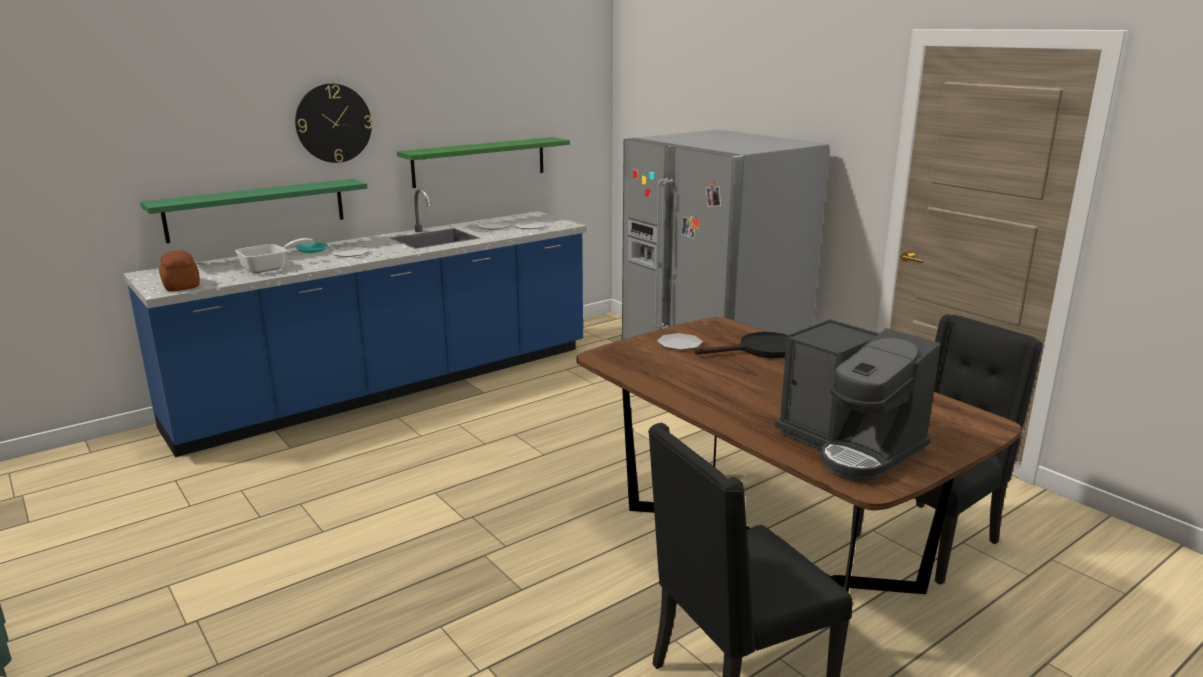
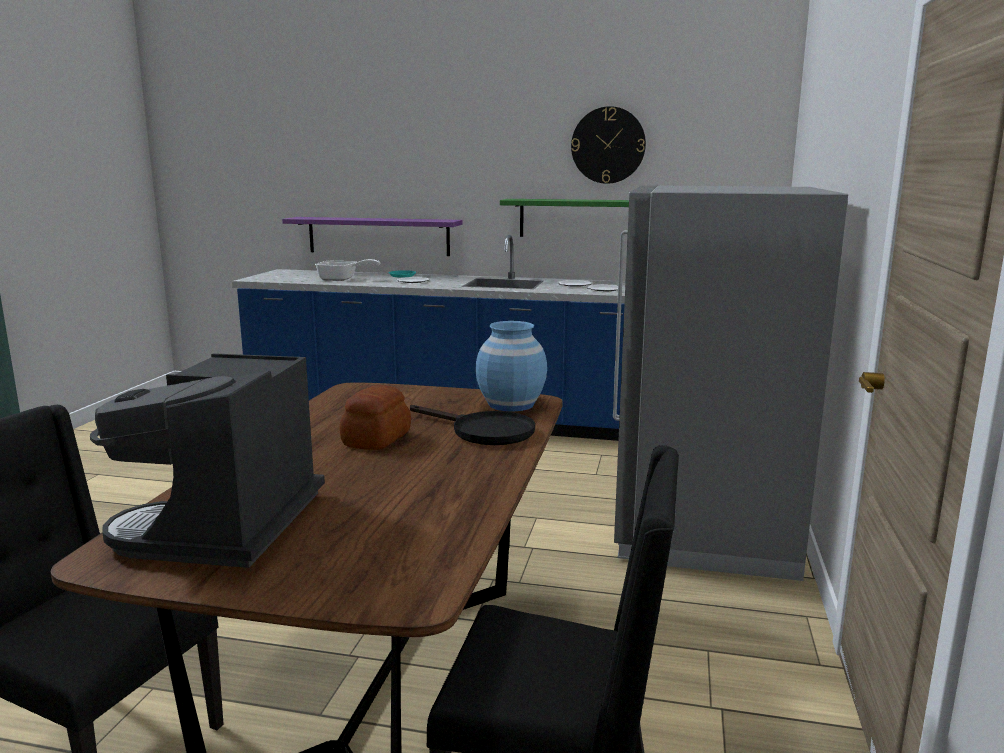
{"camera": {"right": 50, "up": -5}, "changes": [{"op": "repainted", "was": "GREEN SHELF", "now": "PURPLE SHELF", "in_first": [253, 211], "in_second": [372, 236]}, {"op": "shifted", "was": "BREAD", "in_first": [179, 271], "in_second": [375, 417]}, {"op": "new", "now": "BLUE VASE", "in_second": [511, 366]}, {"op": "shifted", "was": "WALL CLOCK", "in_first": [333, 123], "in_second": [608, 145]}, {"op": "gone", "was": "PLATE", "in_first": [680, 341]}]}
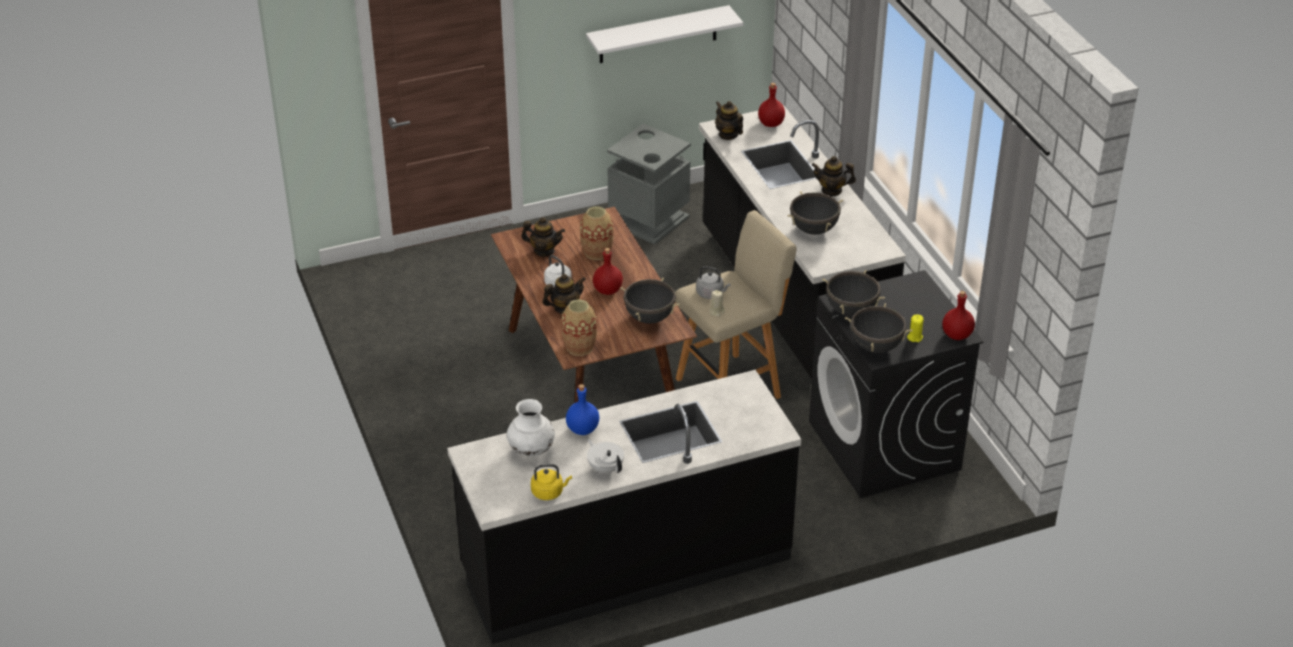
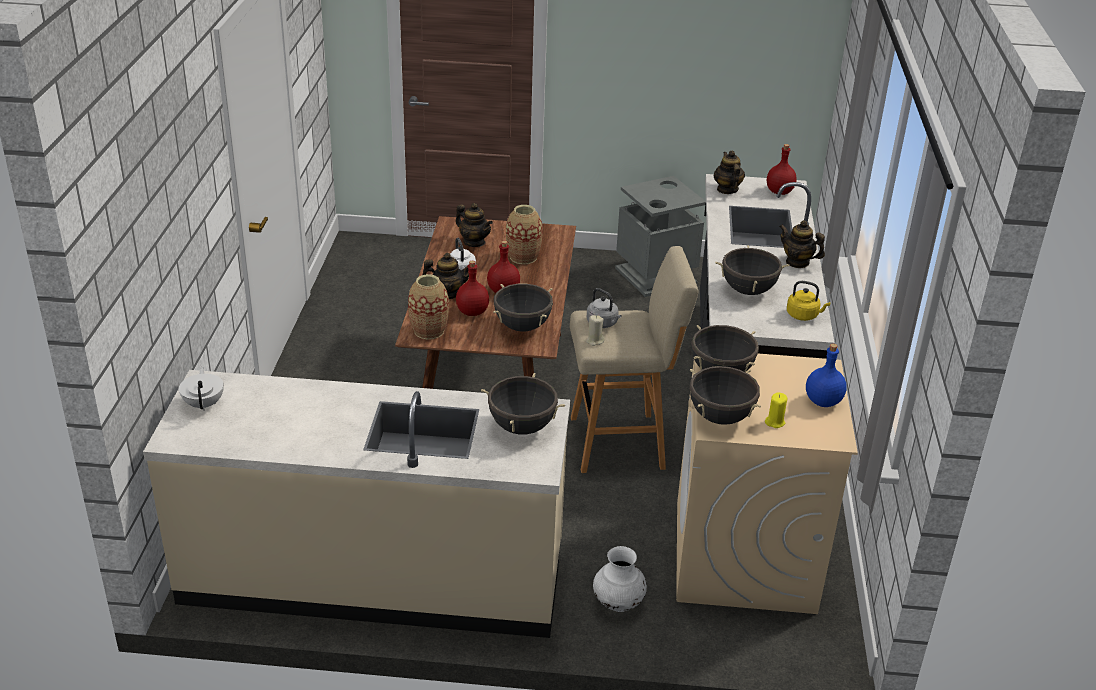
{"camera": {"right": 25, "up": -5}, "changes": [{"op": "repainted", "was": "BLACK COUNTER", "now": "BEIGE COUNTER", "in_first": [624, 507], "in_second": [356, 504]}, {"op": "shifted", "was": "WHITE TEAPOT", "in_first": [605, 456], "in_second": [201, 389]}, {"op": "shifted", "was": "RED BOTTLE", "in_first": [958, 315], "in_second": [472, 288]}, {"op": "new", "now": "BLACK COOKING POT", "in_second": [523, 404]}, {"op": "shifted", "was": "WHITE VASE", "in_first": [531, 428], "in_second": [620, 579]}, {"op": "repainted", "was": "BLACK WASHING MACHINE", "now": "BEIGE WASHING MACHINE", "in_first": [896, 384], "in_second": [767, 484]}, {"op": "shifted", "was": "YELLOW KETTLE", "in_first": [551, 482], "in_second": [808, 301]}, {"op": "shifted", "was": "BLUE BOTTLE", "in_first": [582, 409], "in_second": [826, 375]}, {"op": "gone", "was": "WHITE SHELF", "in_first": [664, 34]}]}
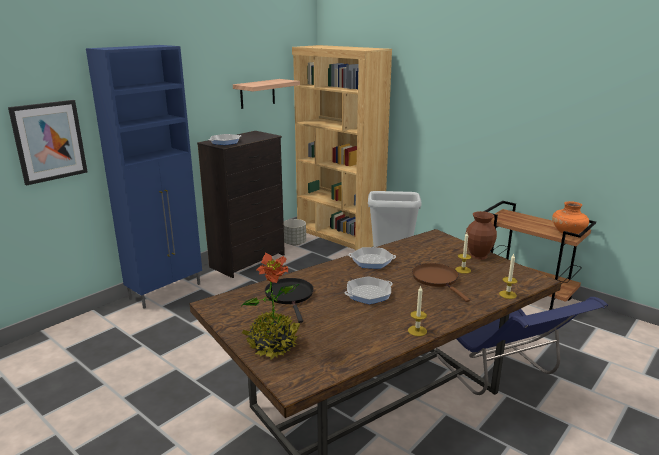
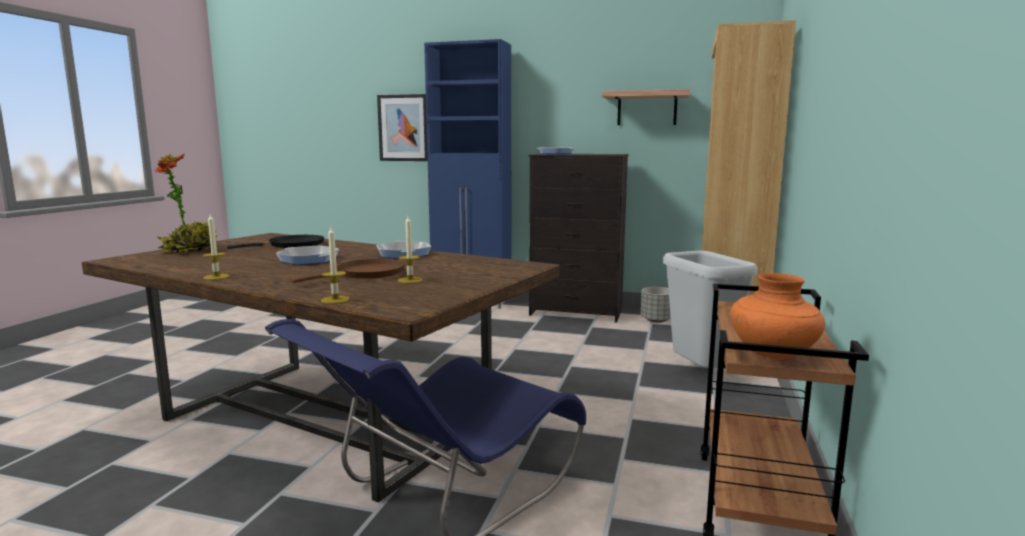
{"camera": {"right": 65, "up": -10}, "changes": [{"op": "gone", "was": "BROWN VASE", "in_first": [481, 235]}]}
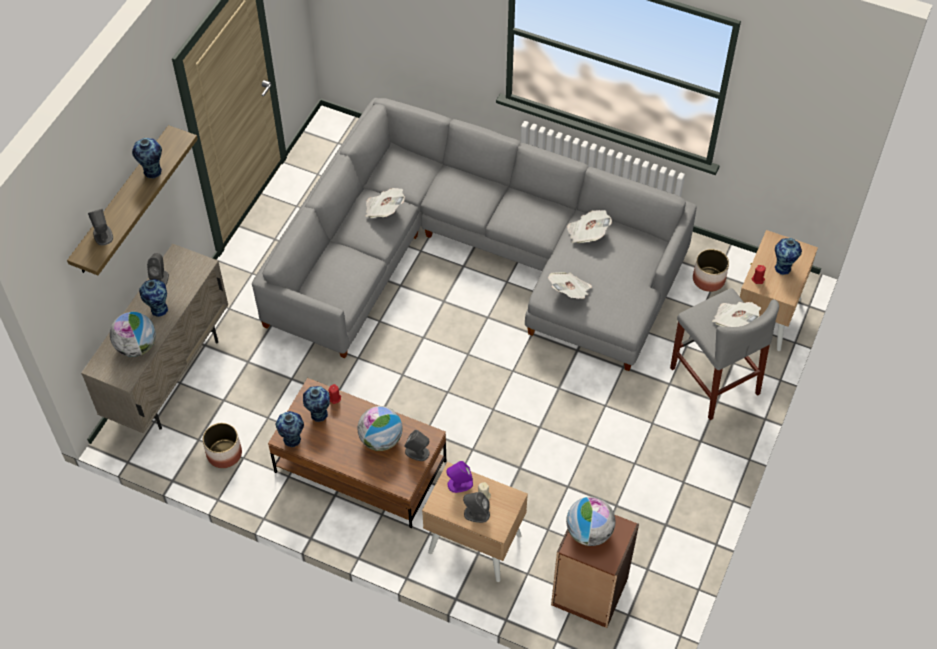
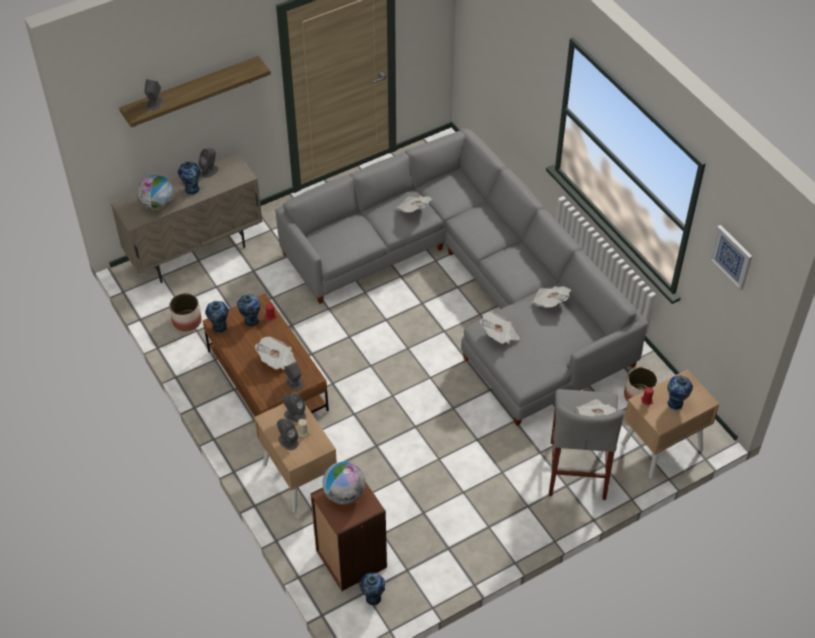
{"camera": {"right": 35, "up": -5}, "changes": [{"op": "swapped", "was": "GLOBE", "now": "NEWSPAPER", "in_first": [380, 428], "in_second": [275, 353]}, {"op": "repainted", "was": "PURPLE SPEAKER", "now": "GREY SPEAKER", "in_first": [459, 477], "in_second": [294, 407]}, {"op": "shifted", "was": "VASE", "in_first": [147, 158], "in_second": [372, 589]}, {"op": "new", "now": "PICTURE", "in_second": [730, 257]}]}
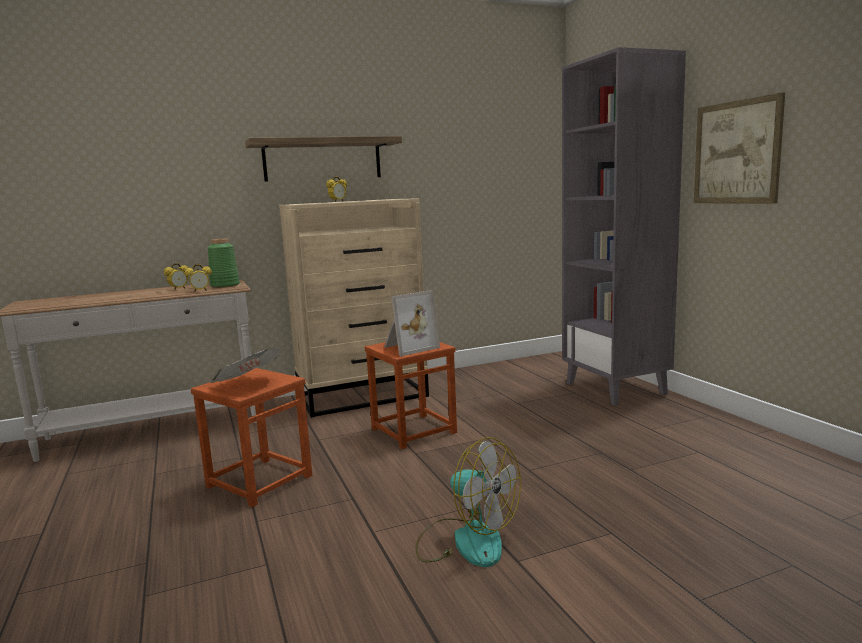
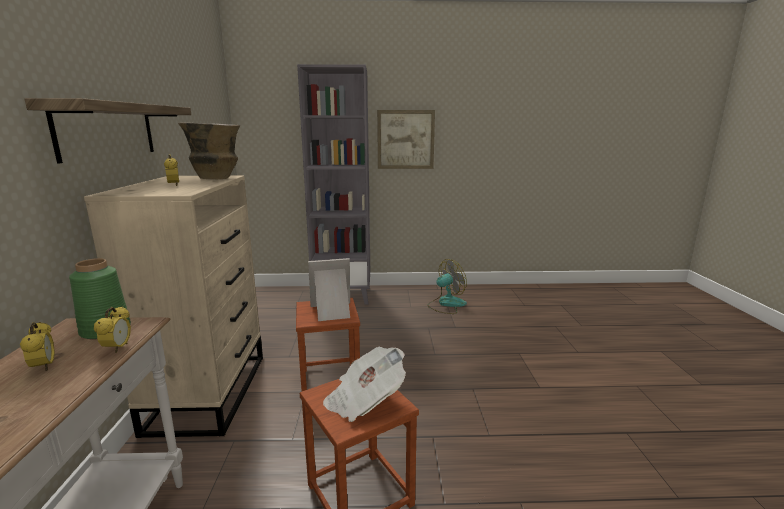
{"camera": {"right": -70, "up": 5}, "changes": [{"op": "new", "now": "VASE", "in_second": [209, 150]}, {"op": "rotated", "was": "PICTURE FRAME", "in_first": [412, 323], "in_second": [329, 289], "clockwise": -90}, {"op": "shifted", "was": "FAN", "in_first": [468, 502], "in_second": [447, 286]}]}
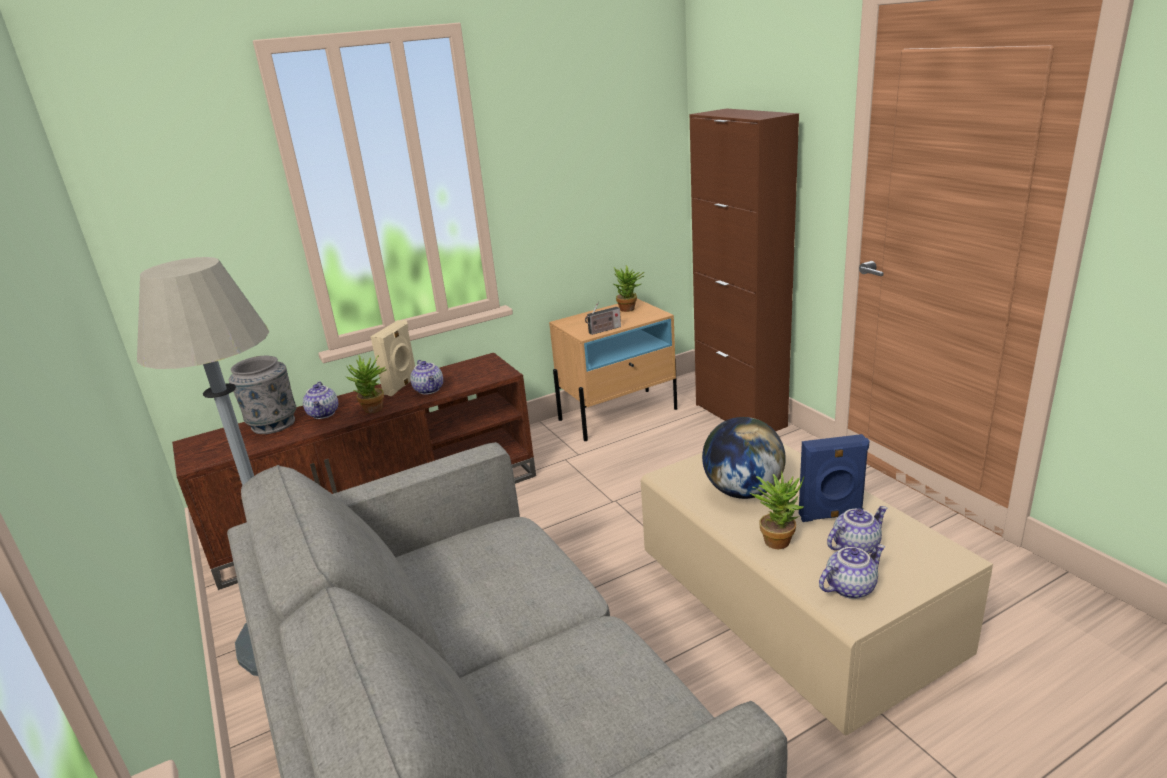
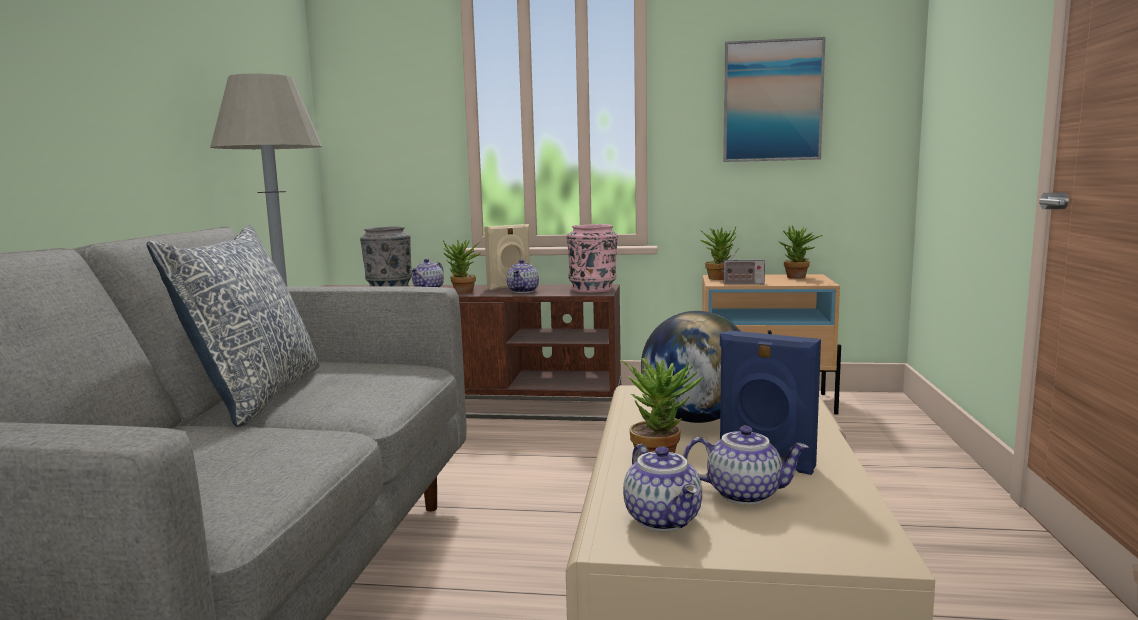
{"camera": {"right": 35, "up": -15}, "changes": [{"op": "new", "now": "PILLOW", "in_second": [233, 326]}, {"op": "new", "now": "PINK VASE", "in_second": [592, 258]}, {"op": "rotated", "was": "TEAPOT", "in_first": [852, 571], "in_second": [662, 487], "clockwise": 60}, {"op": "new", "now": "POTTED PLANT", "in_second": [717, 253]}, {"op": "new", "now": "PICTURE", "in_second": [774, 99]}, {"op": "gone", "was": "BROWN CABINET", "in_first": [744, 270]}]}
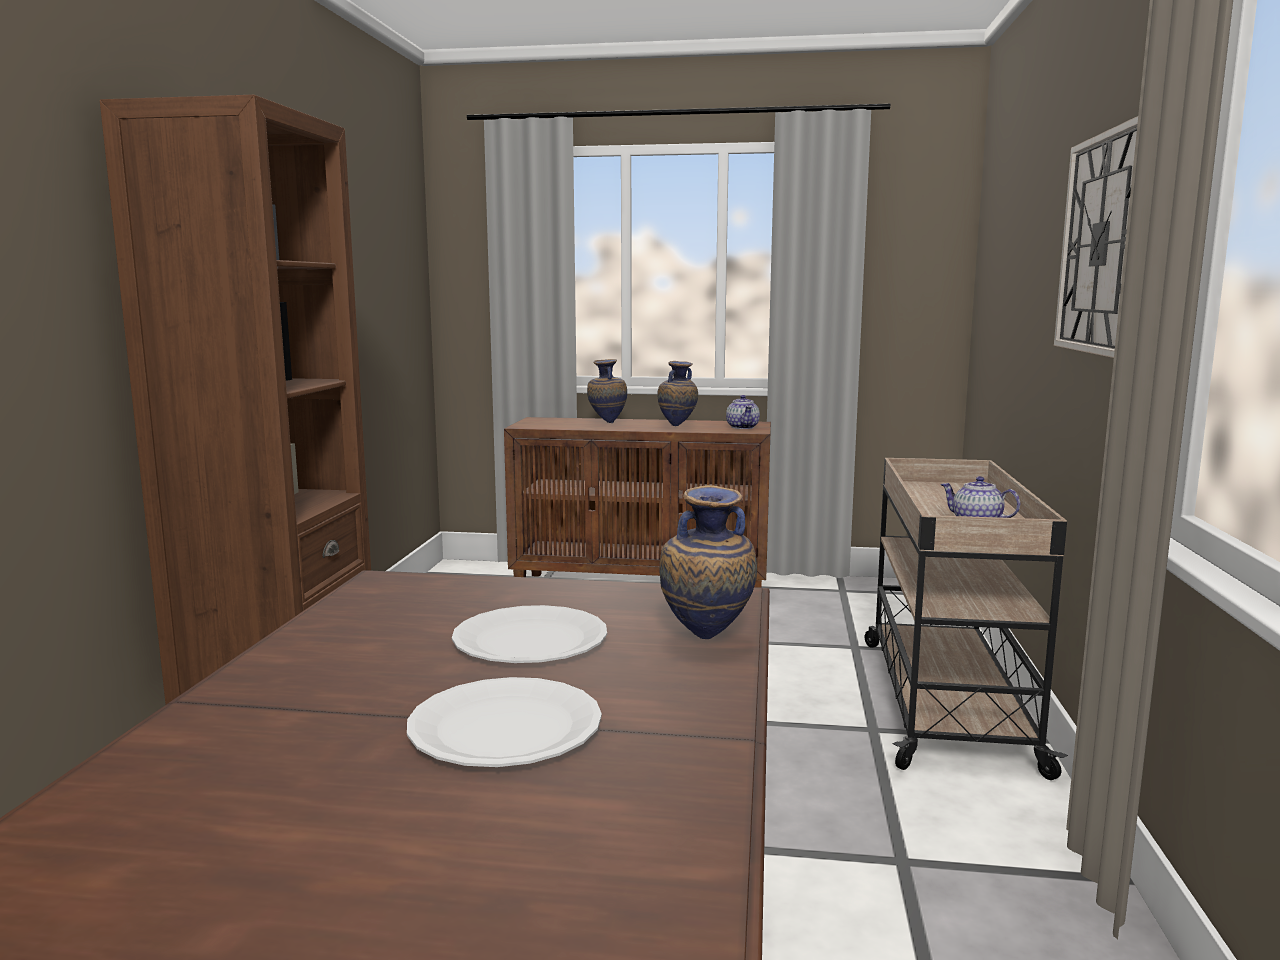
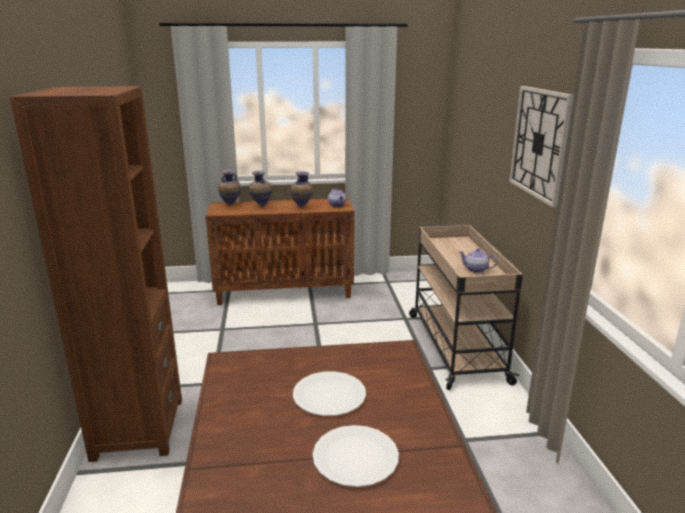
{"camera": {"right": -15, "up": 10}, "changes": [{"op": "shifted", "was": "VASE", "in_first": [708, 562], "in_second": [229, 187]}]}
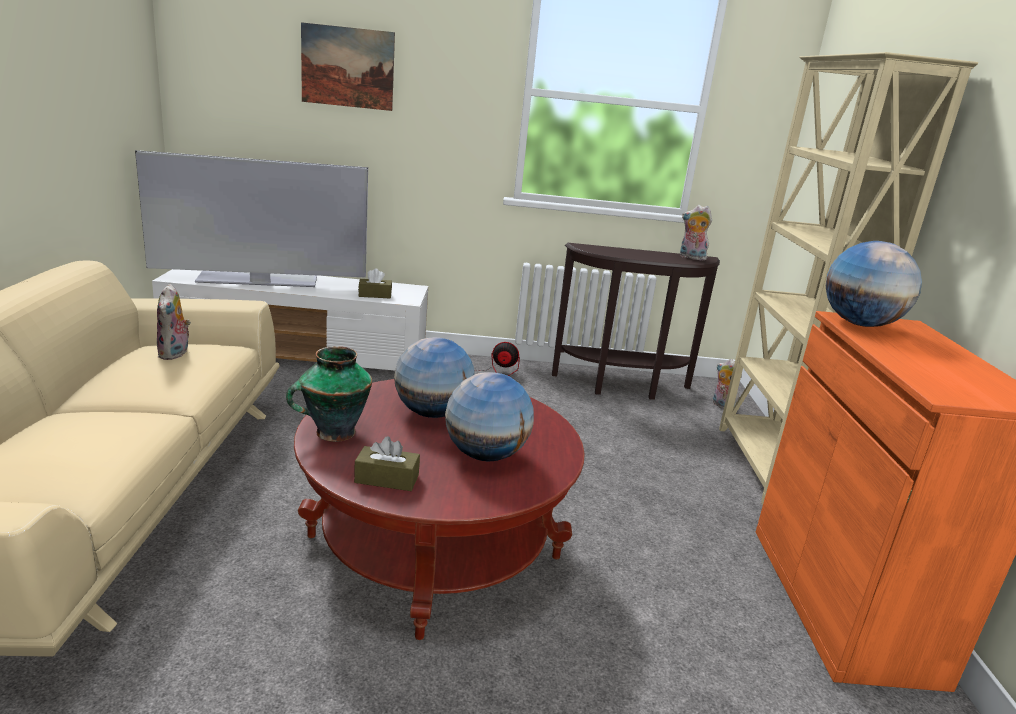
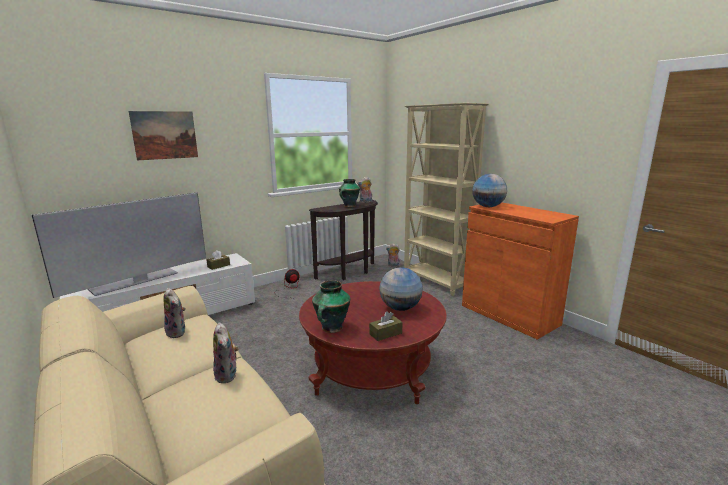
{"camera": {"right": -35, "up": -5}, "changes": [{"op": "new", "now": "PLUSH TOY", "in_second": [225, 352]}, {"op": "new", "now": "VASE", "in_second": [349, 193]}, {"op": "gone", "was": "GLOBE", "in_first": [434, 377]}]}
